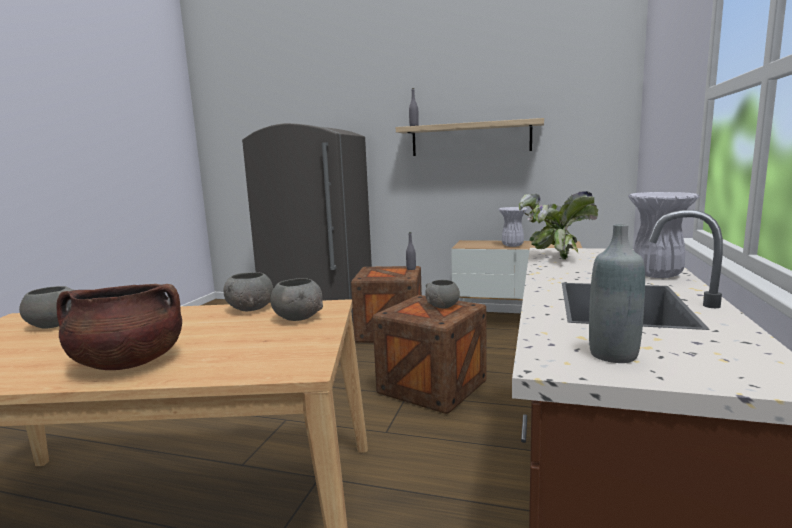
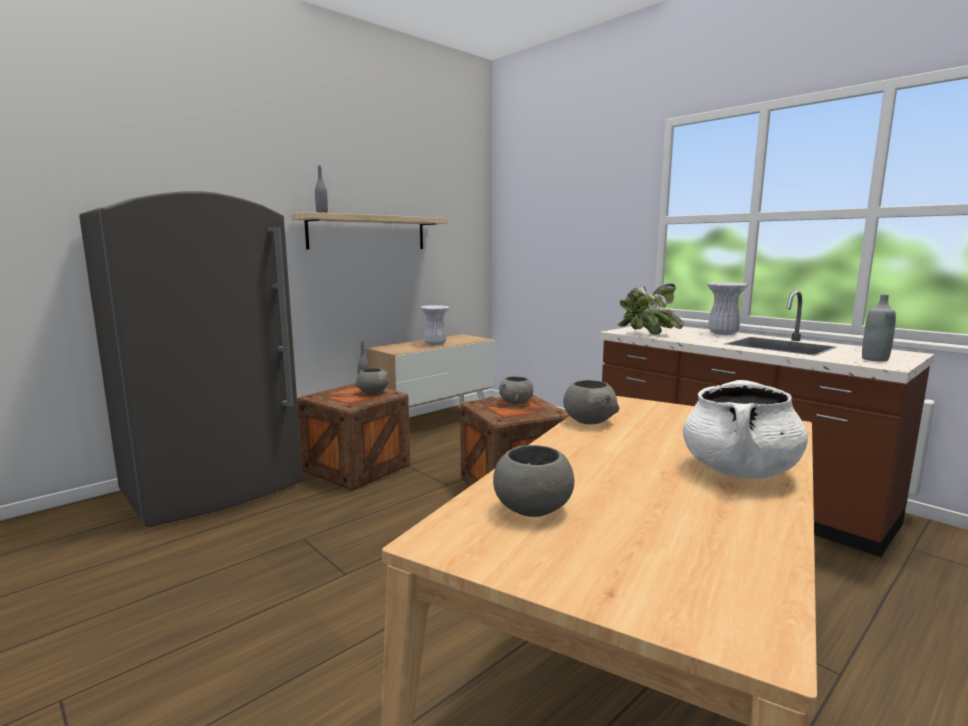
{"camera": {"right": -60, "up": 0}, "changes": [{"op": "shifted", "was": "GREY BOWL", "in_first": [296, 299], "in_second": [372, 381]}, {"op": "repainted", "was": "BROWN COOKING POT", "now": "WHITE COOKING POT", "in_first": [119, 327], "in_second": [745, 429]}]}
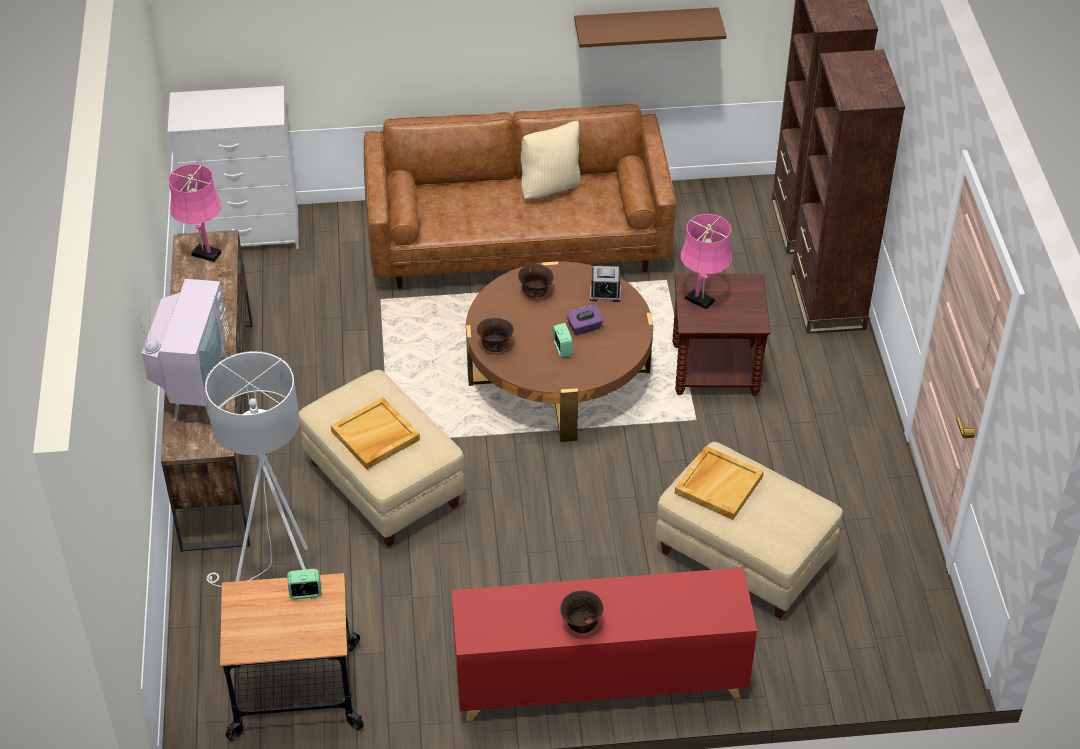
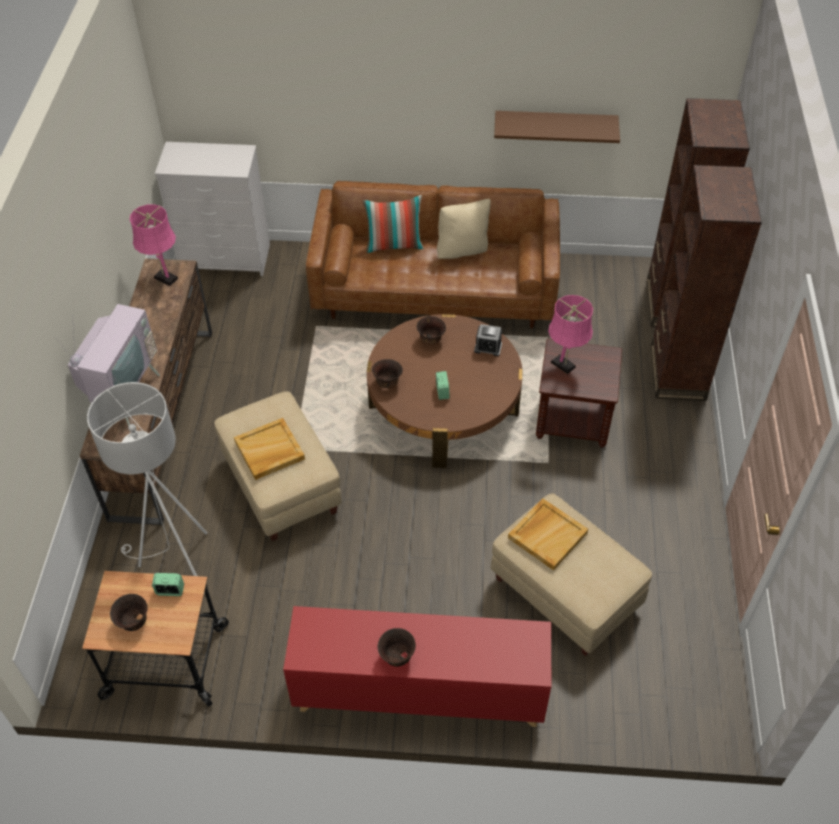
{"camera": {"right": 10, "up": 5}, "changes": [{"op": "new", "now": "BROWN BOWL", "in_second": [129, 612]}, {"op": "new", "now": "PILLOW", "in_second": [393, 224]}, {"op": "gone", "was": "PURPLE TISSUE BOX", "in_first": [585, 320]}]}
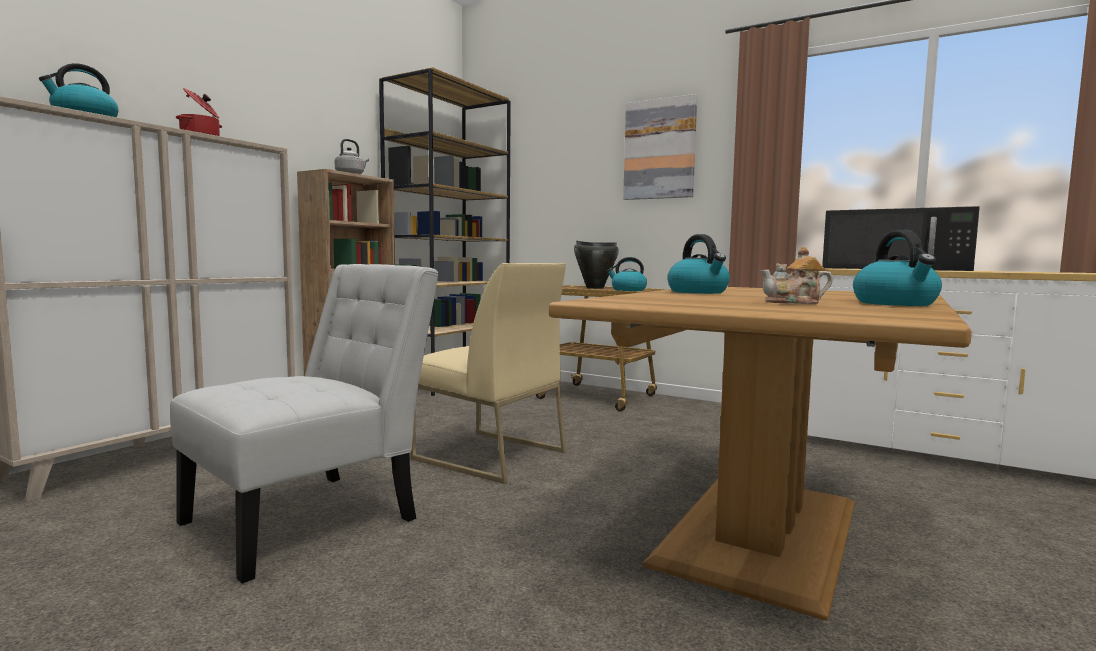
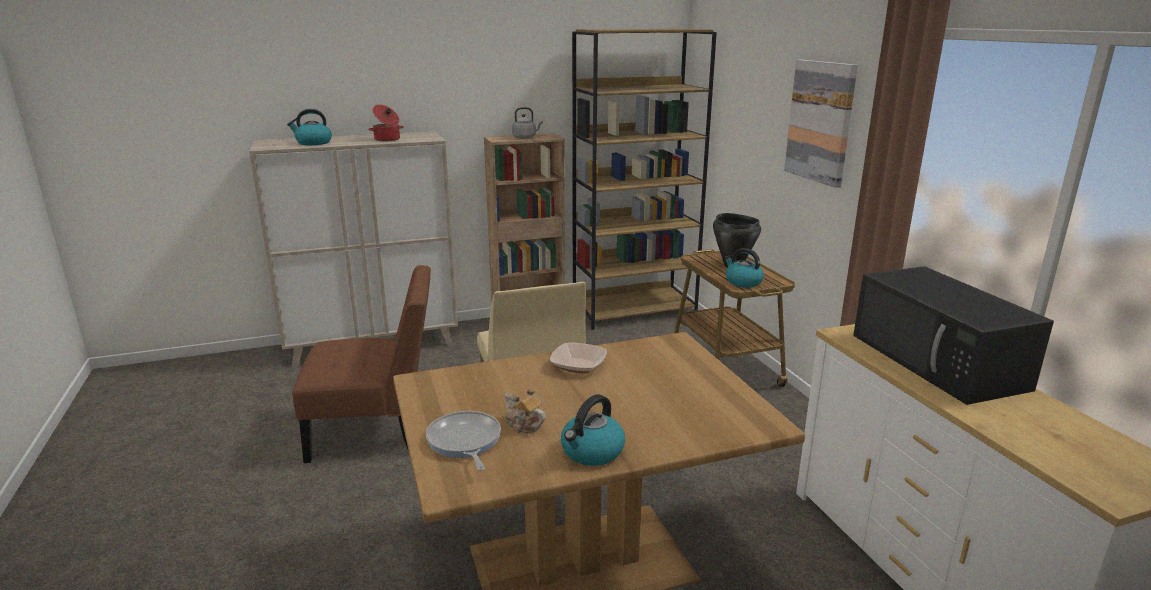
{"camera": {"right": 40, "up": 15}, "changes": [{"op": "repainted", "was": "WHITE CHAIR", "now": "BROWN CHAIR", "in_first": [304, 424], "in_second": [361, 364]}, {"op": "new", "now": "FRYING PAN", "in_second": [463, 441]}, {"op": "swapped", "was": "KETTLE", "now": "BOWL", "in_first": [698, 264], "in_second": [578, 358]}]}
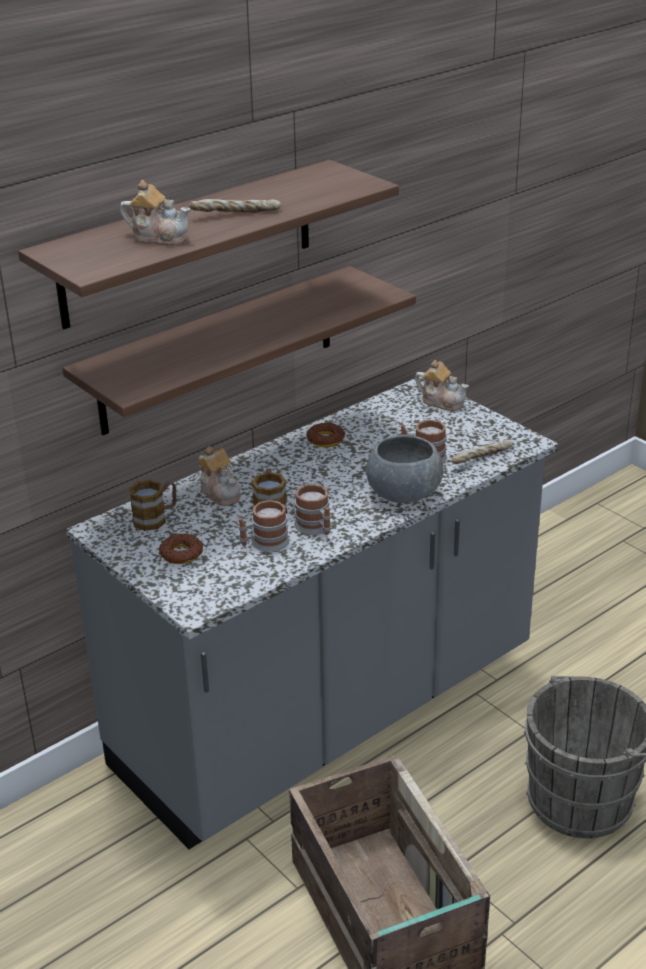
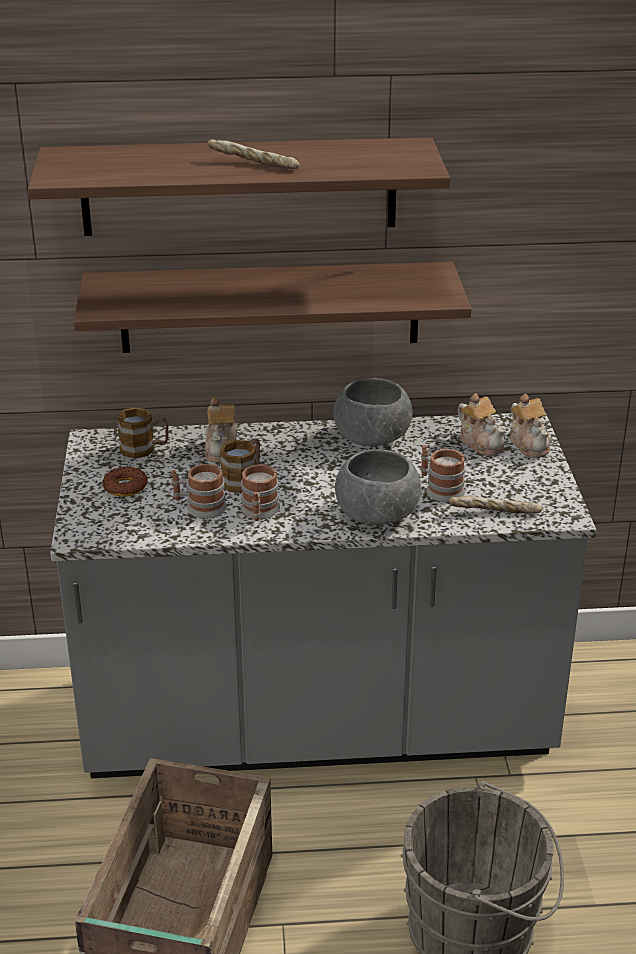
{"camera": {"right": 35, "up": 0}, "changes": [{"op": "swapped", "was": "DONUT", "now": "GREY BOWL", "in_first": [326, 434], "in_second": [372, 412]}, {"op": "shifted", "was": "TEAPOT", "in_first": [155, 212], "in_second": [482, 424]}]}
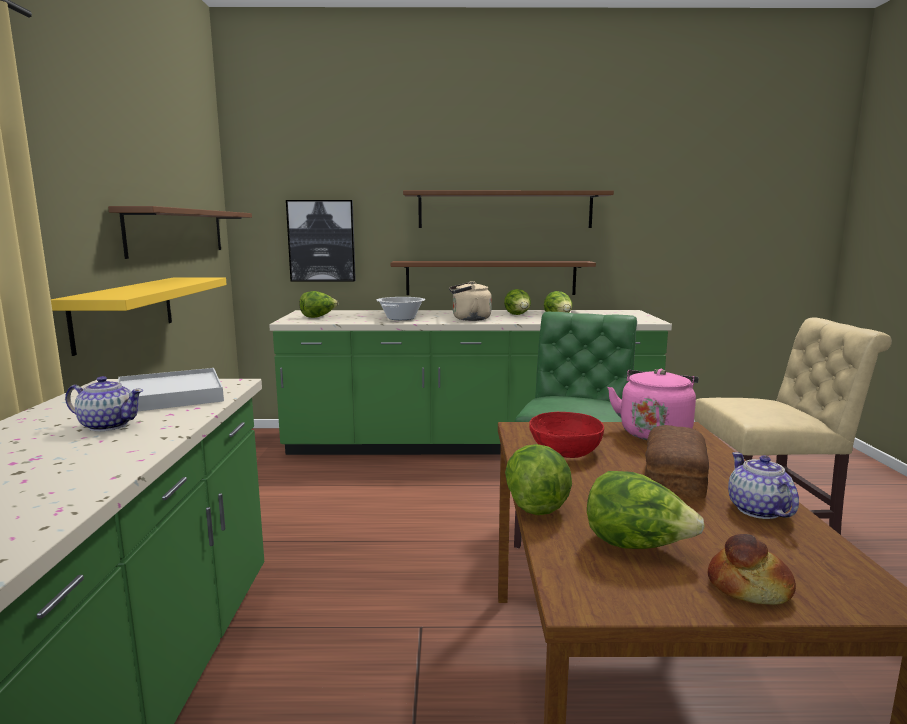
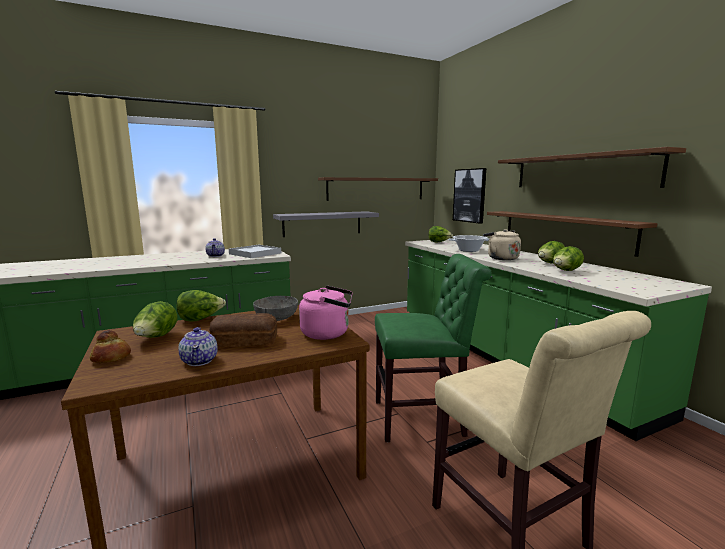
{"camera": {"right": 65, "up": 0}, "changes": [{"op": "rotated", "was": "TEAPOT", "in_first": [763, 485], "in_second": [198, 346], "clockwise": 105}, {"op": "repainted", "was": "RED BOWL", "now": "GREY BOWL", "in_first": [566, 435], "in_second": [275, 308]}, {"op": "repainted", "was": "YELLOW SHELF", "now": "GREY SHELF", "in_first": [139, 316], "in_second": [326, 224]}]}
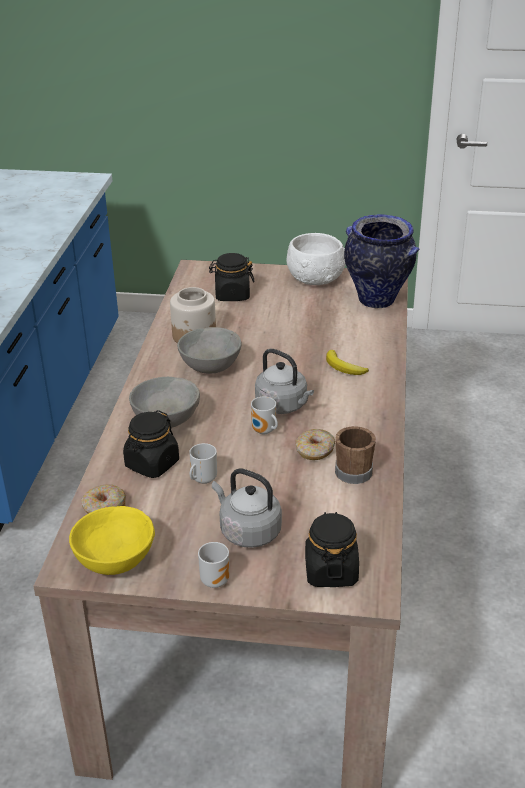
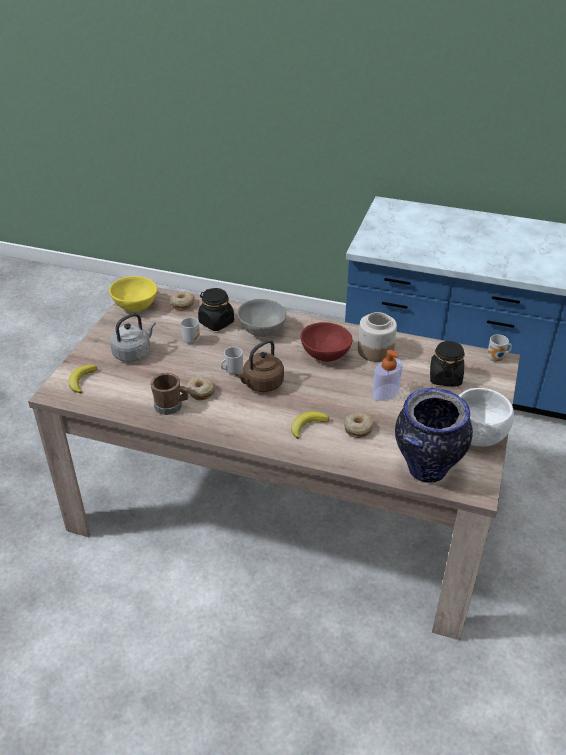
{"camera": {"right": 100, "up": 5}, "changes": [{"op": "swapped", "was": "BLACK JAR", "now": "BANANA", "in_first": [332, 549], "in_second": [83, 379]}, {"op": "repainted", "was": "GREY KETTLE", "now": "BROWN KETTLE", "in_first": [284, 381], "in_second": [260, 366]}, {"op": "repainted", "was": "GREY BOWL", "now": "RED BOWL", "in_first": [209, 350], "in_second": [326, 342]}, {"op": "new", "now": "DONUT", "in_second": [359, 425]}, {"op": "new", "now": "SOAP DISPENSER", "in_second": [387, 375]}, {"op": "shifted", "was": "MUG", "in_first": [213, 565], "in_second": [499, 348]}]}
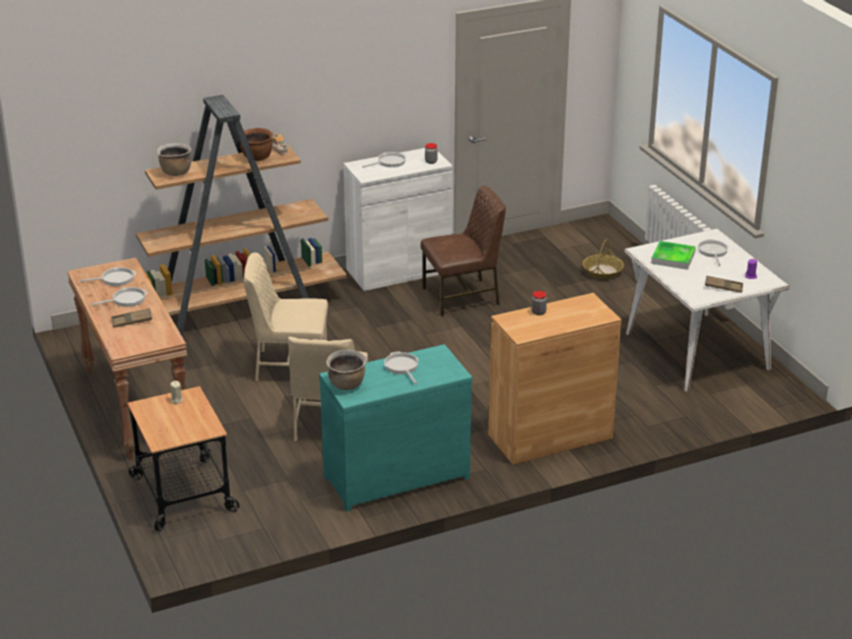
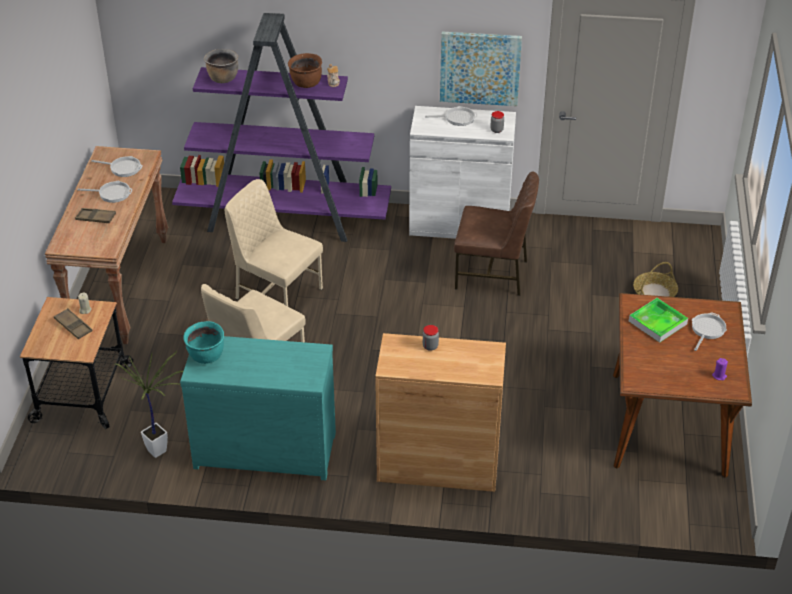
{"camera": {"right": 30, "up": 10}, "changes": [{"op": "shifted", "was": "BROWN TRAY", "in_first": [724, 284], "in_second": [73, 323]}, {"op": "new", "now": "POTTED PLANT", "in_second": [149, 404]}, {"op": "repainted", "was": "BROWN BOOKCASE", "now": "PURPLE BOOKCASE", "in_first": [241, 215], "in_second": [281, 127]}, {"op": "repainted", "was": "BROWN COOKING POT", "now": "TURQUOISE COOKING POT", "in_first": [346, 369], "in_second": [203, 342]}, {"op": "new", "now": "PICTURE", "in_second": [481, 68]}, {"op": "repainted", "was": "WHITE DINING TABLE", "now": "BROWN DINING TABLE", "in_first": [707, 310], "in_second": [682, 385]}, {"op": "gone", "was": "FRYING PAN", "in_first": [401, 367]}]}
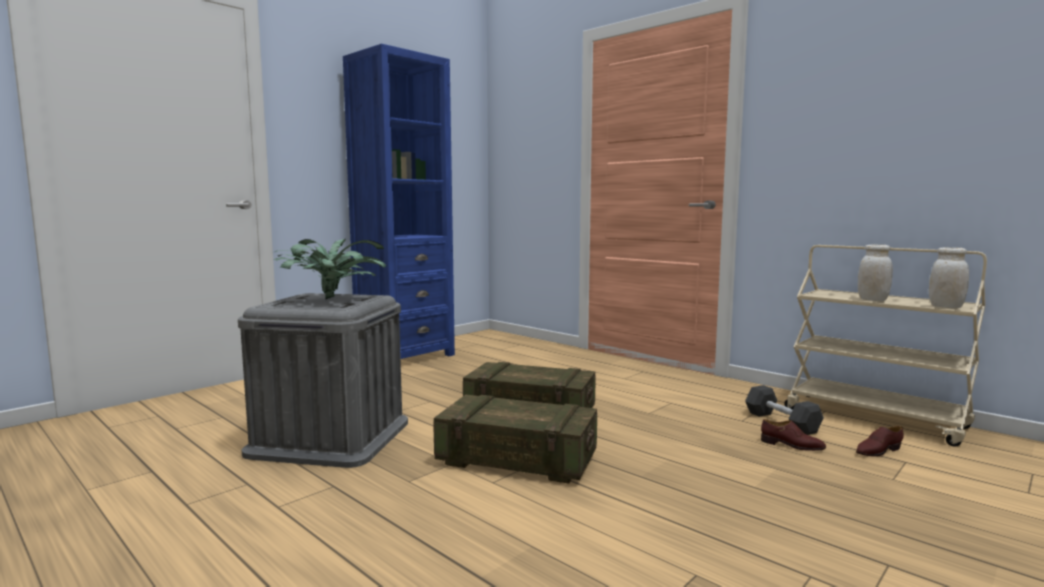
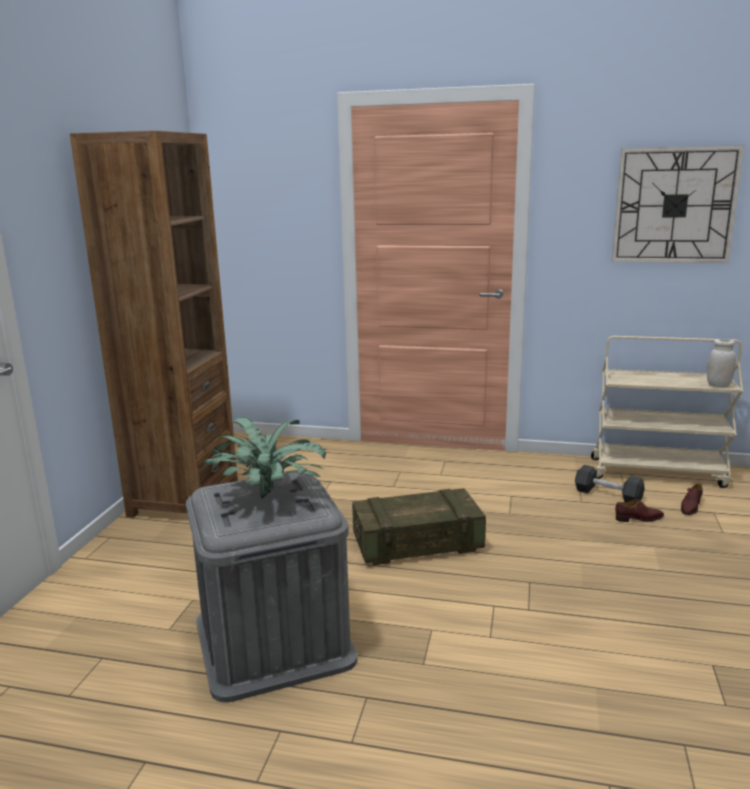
{"camera": {"right": -30, "up": 10}, "changes": [{"op": "repainted", "was": "BLUE BOOKCASE", "now": "BROWN BOOKCASE", "in_first": [399, 201], "in_second": [154, 324]}, {"op": "new", "now": "WALL CLOCK", "in_second": [678, 204]}, {"op": "gone", "was": "CRATE", "in_first": [515, 439]}, {"op": "gone", "was": "WHITE JAR", "in_first": [875, 273]}]}
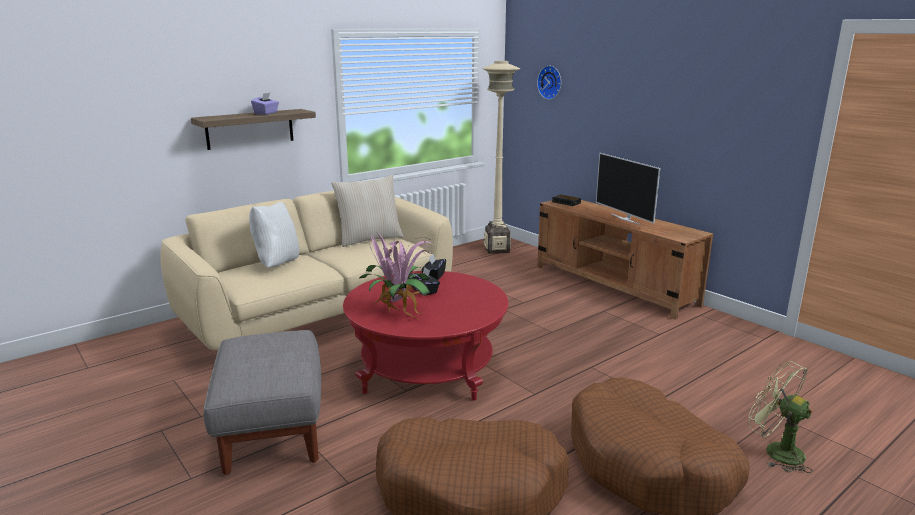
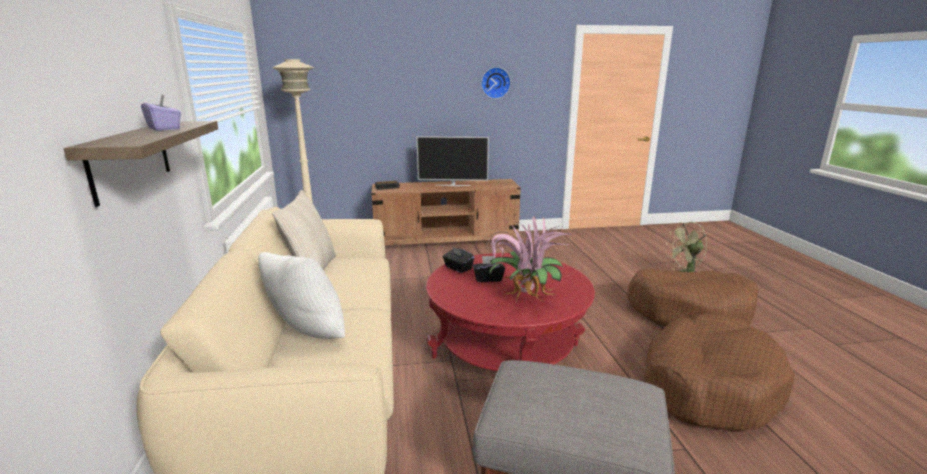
{"camera": {"right": -60, "up": 0}, "changes": [{"op": "shifted", "was": "WALL CLOCK", "in_first": [549, 83], "in_second": [496, 83]}]}
